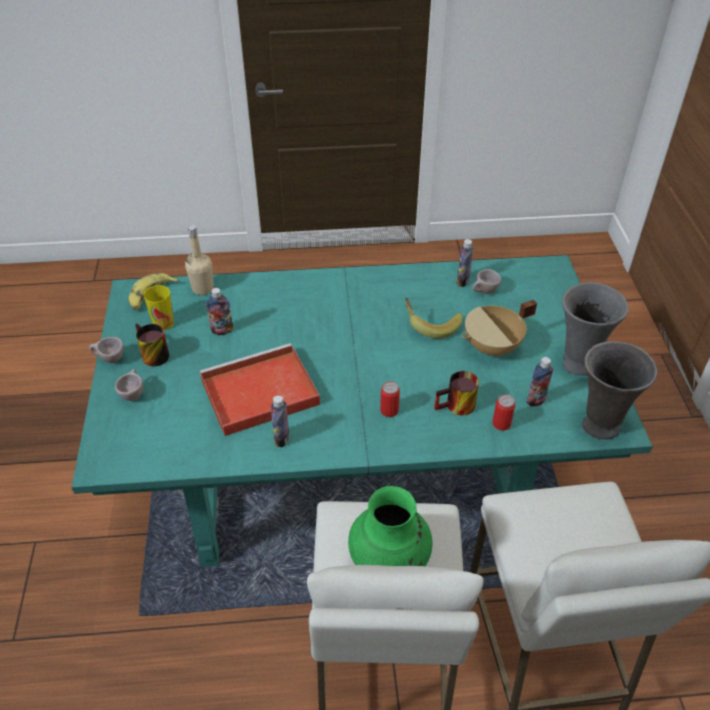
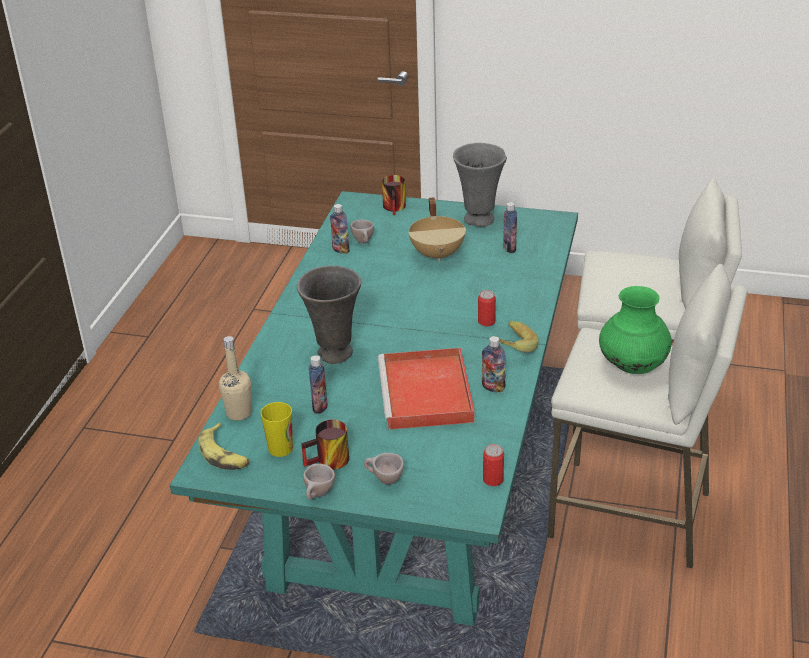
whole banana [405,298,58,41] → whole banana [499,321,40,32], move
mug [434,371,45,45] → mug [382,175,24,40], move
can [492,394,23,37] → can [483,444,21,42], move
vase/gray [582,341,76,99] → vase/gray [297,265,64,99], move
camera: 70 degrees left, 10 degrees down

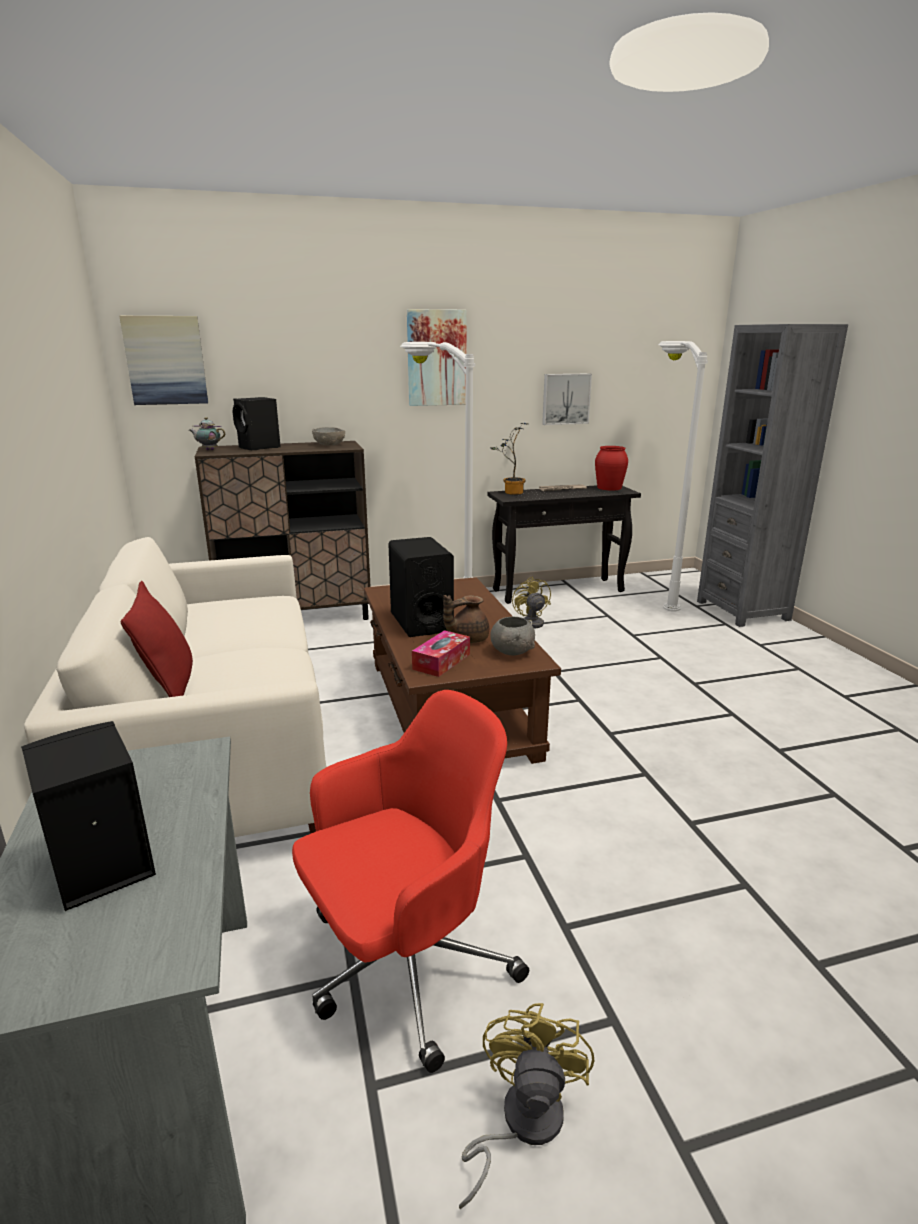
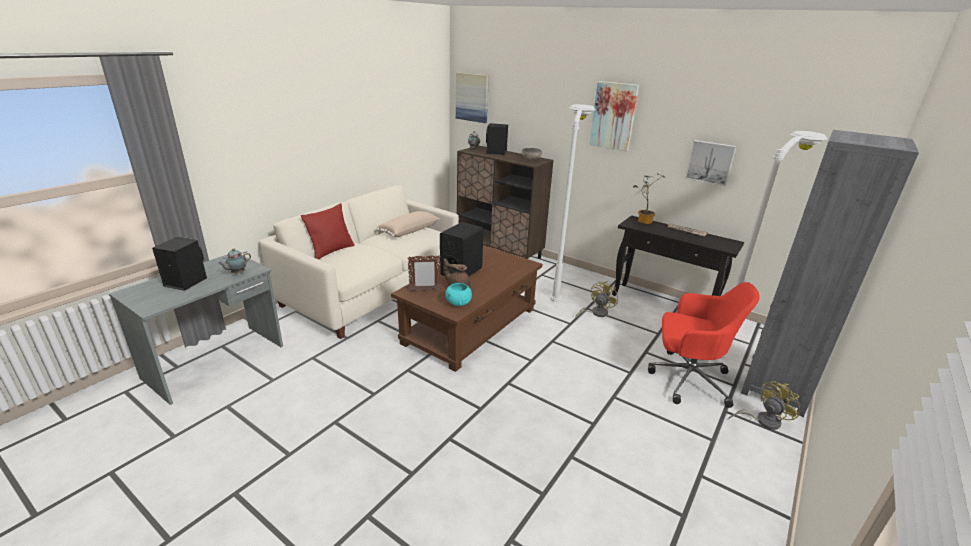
vase/reddish [595,446,33,44] → -
- → teapot [218,248,33,26]
- → throw pillow/beige-coloured [377,211,63,26]
desk chair/reddish [292,690,237,383] → desk chair/reddish [648,282,111,126], move
electric fan/yellowish [459,1003,136,207] → electric fan/yellowish [729,381,71,49], move
box of tissues [412,630,58,47] → photo frame [407,255,34,37]
deep dish/gray [490,617,45,38] → deep dish/turquoise-coloured [445,283,27,23]
camera: 50 degrees right, 5 degrees up

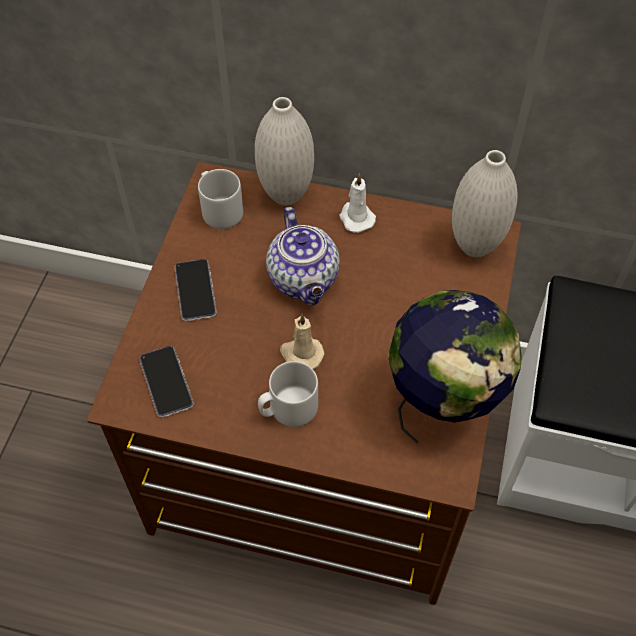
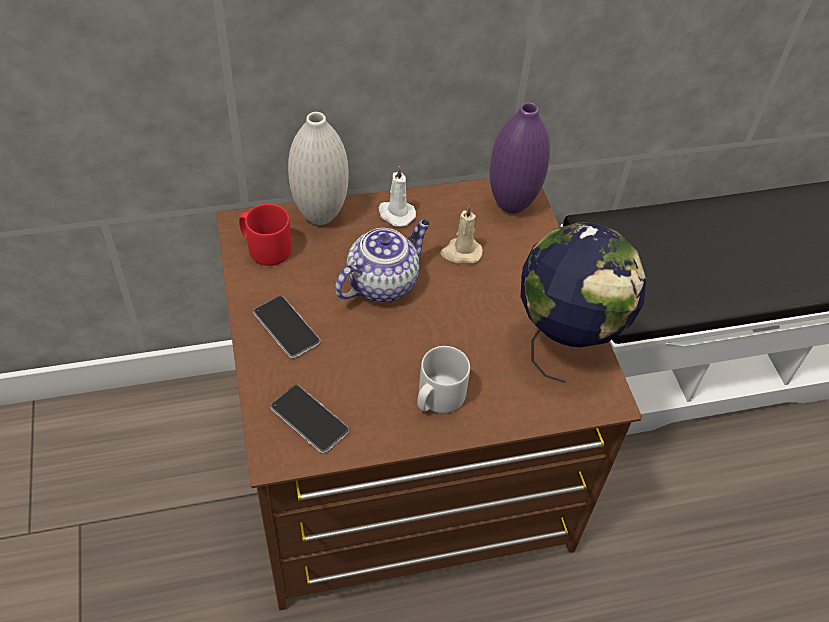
wax light/beige-coloured [280,314,45,55] → wax light/beige-coloured [440,205,43,59], move
mug/gray [198,169,45,60] → mug/reddish [239,204,53,62]
vase/white-coloured [452,150,66,107] → vase/purplish [490,102,60,112]
teapot [266,207,74,98] → teapot [335,220,95,82], 90 degrees counterclockwise
camera: 30 degrees left, 5 degrees down

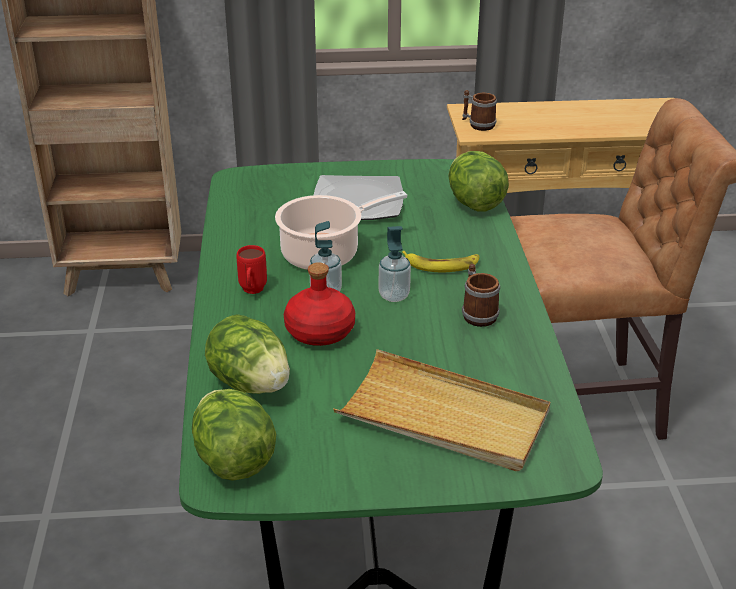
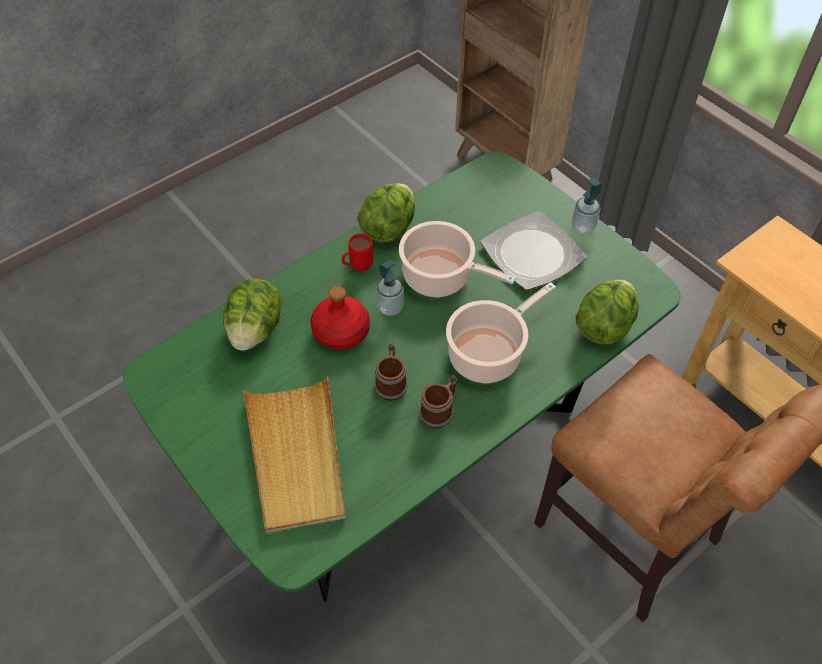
lettuce [192,389,84,92] → lettuce [357,183,58,60], move
soap dispenser [379,226,32,76] → soap dispenser [572,178,30,56], move
mug [462,90,35,41] → mug [375,344,33,57], move
whole banana [402,251,77,21] → stockpot [446,282,110,101]
camera: 55 degrees right, 20 degrees up

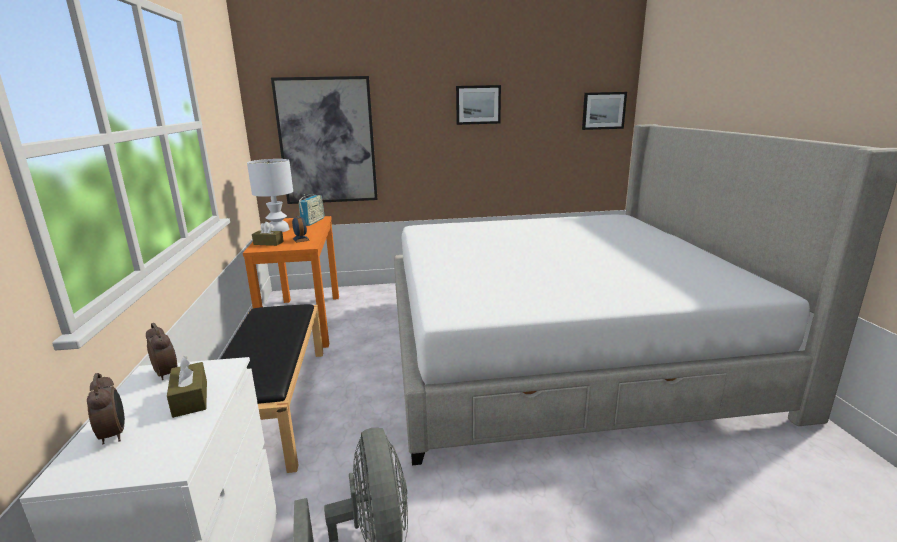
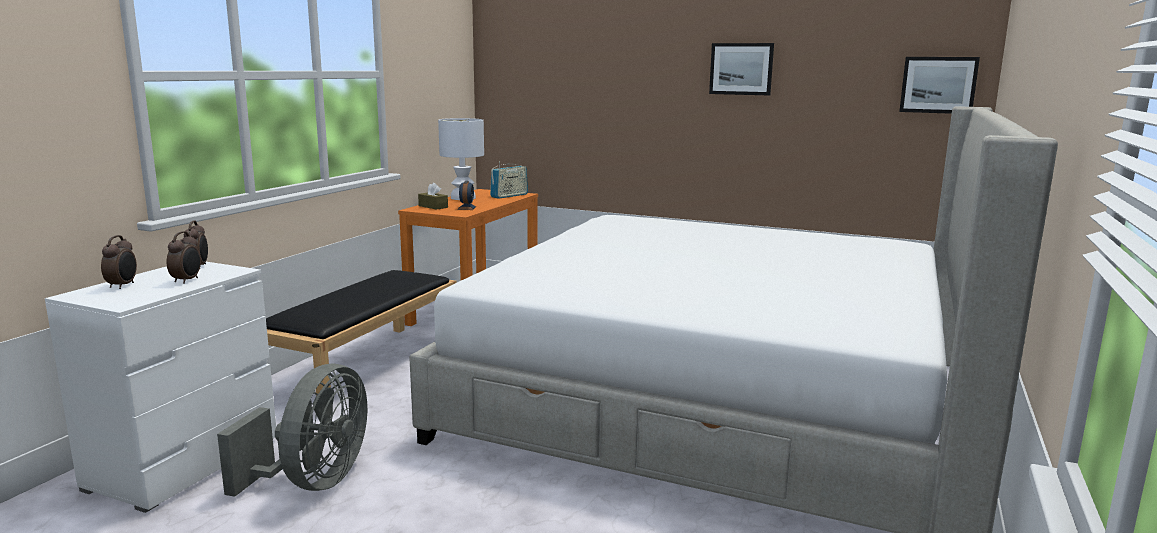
wall art [271,76,107,128] → -
box of tissues/brown [167,356,40,62] → table clock [167,231,34,53]
camera: 30 degrees right, 5 degrees down

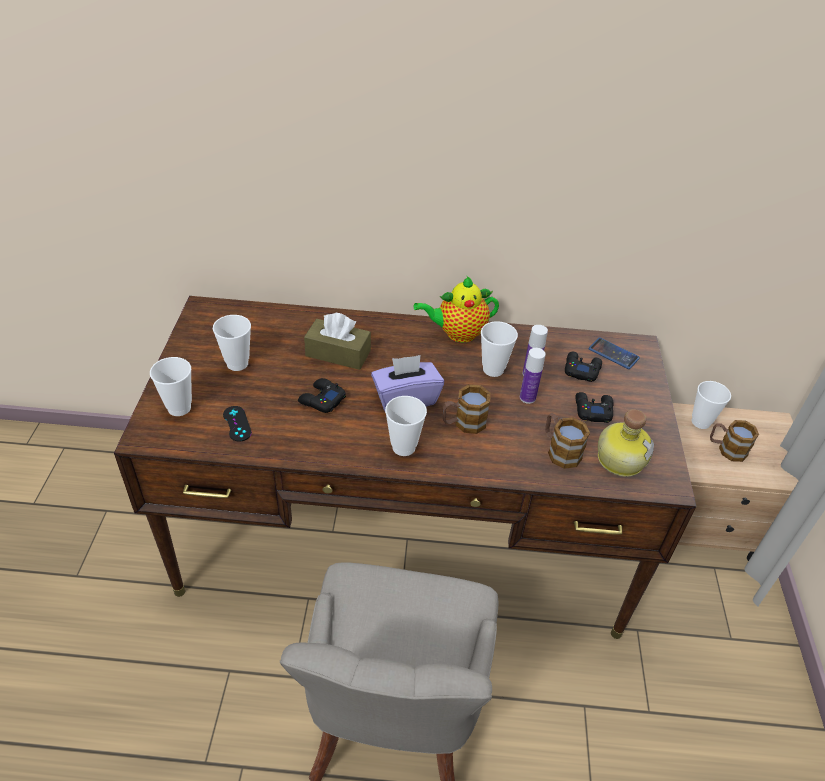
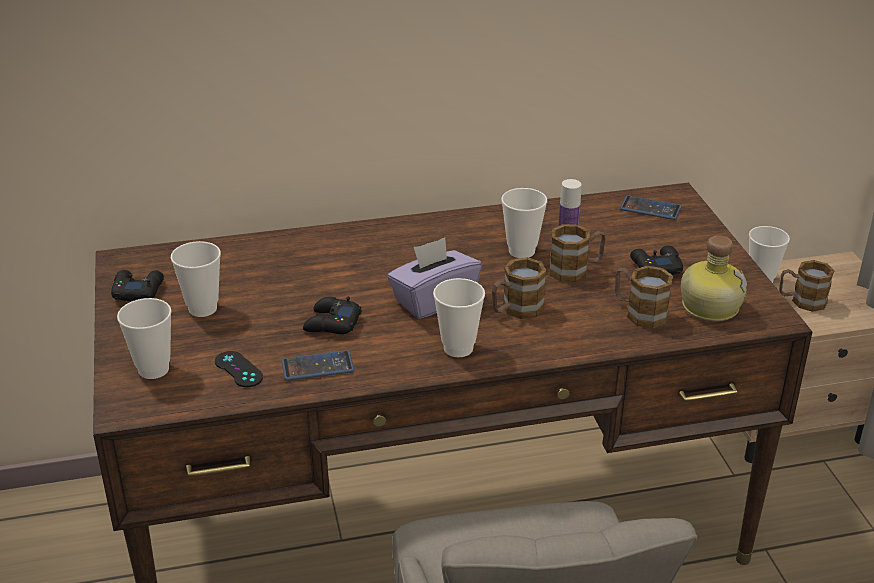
box of tissues/brown [304,313,67,57] → -
teapot [414,276,85,66] → -
- → telephone [281,350,73,31]
gamepad/black [565,352,37,30] → gamepad/black [111,270,53,31], move
beverage bottle [520,348,26,56] → mug [549,224,57,58]
camera: 15 degrees left, 10 degrees down

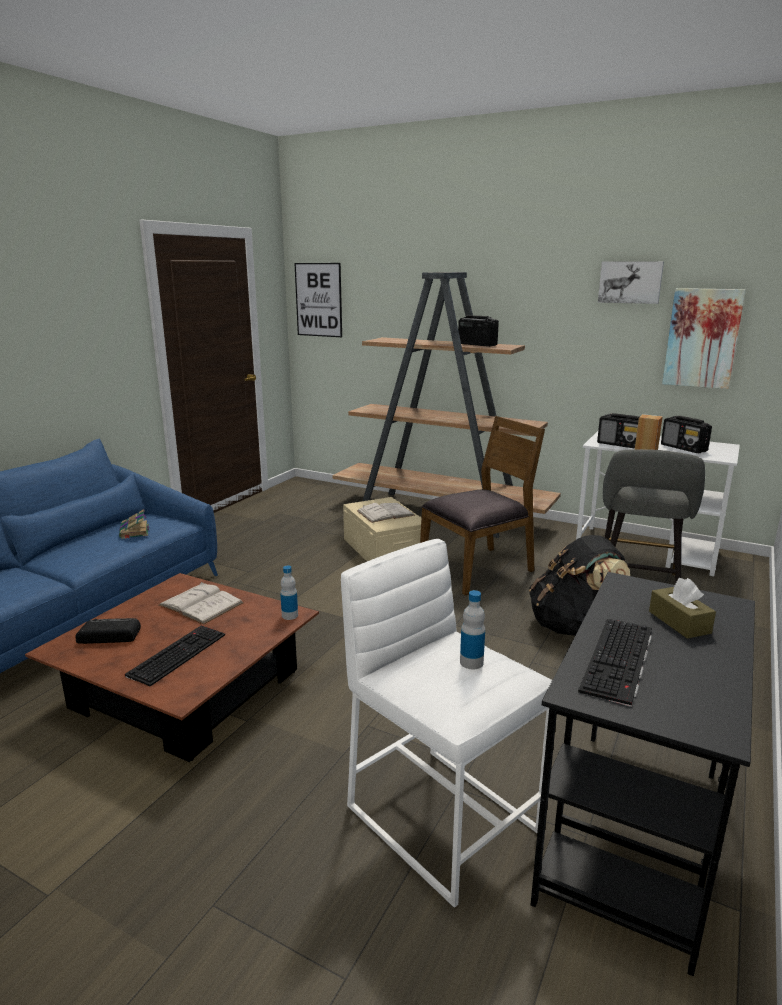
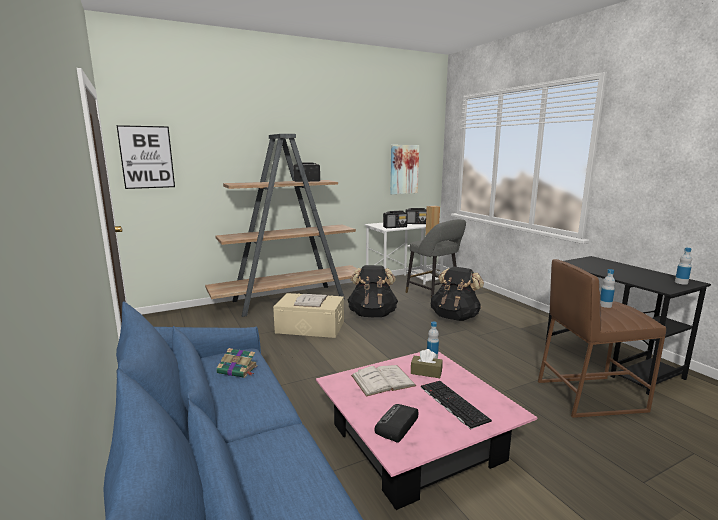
keyboard [578,619,74,88] → -
wall art [598,261,66,43] → -
- → beverage bottle [675,248,17,37]
box of tissues/brown [649,578,67,61] → box of tissues/brown [411,349,32,29], move
chair/brown [420,416,125,180] → knapsack/black [348,265,50,52]
lounge table/brown [25,573,294,189] → lounge table/pink [316,351,222,159]
stool/white-coloured [341,539,211,369] → stool/brown [538,259,128,159]
camera: 55 degrees left, 5 degrees down

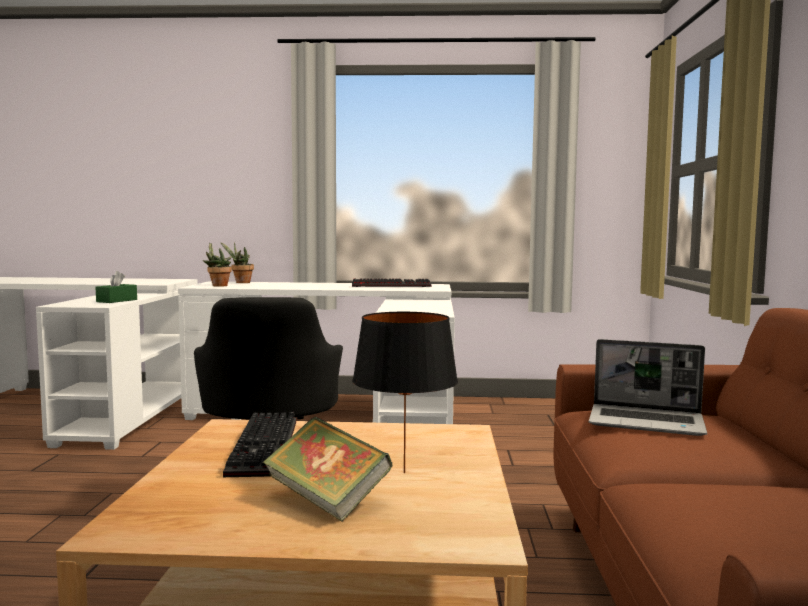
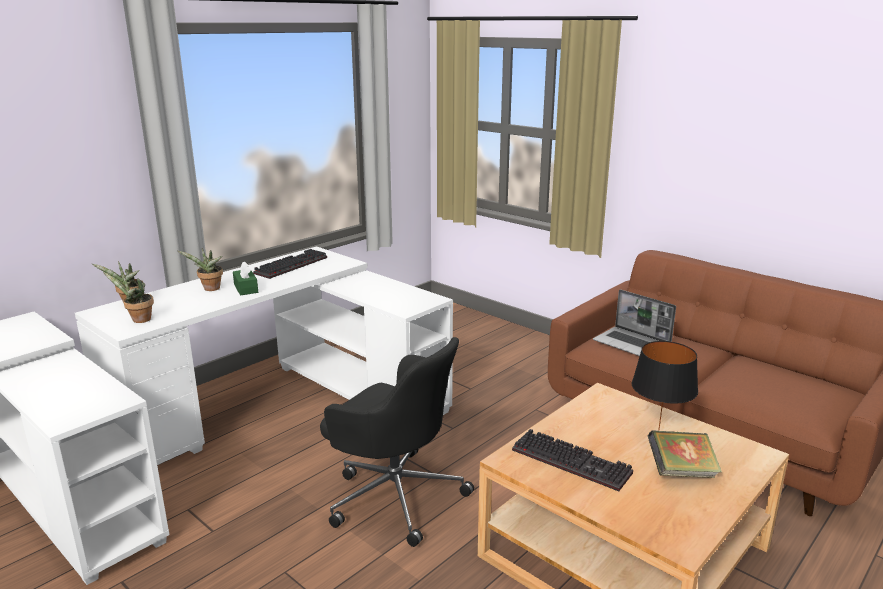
- → plant in a pot [178,248,45,43]
box of tissues/greenish [96,271,41,32] → box of tissues/greenish [233,261,25,35], move
laptop [589,339,118,97] → laptop [593,290,83,66], 75 degrees clockwise
camera: 50 degrees left, 15 degrees up

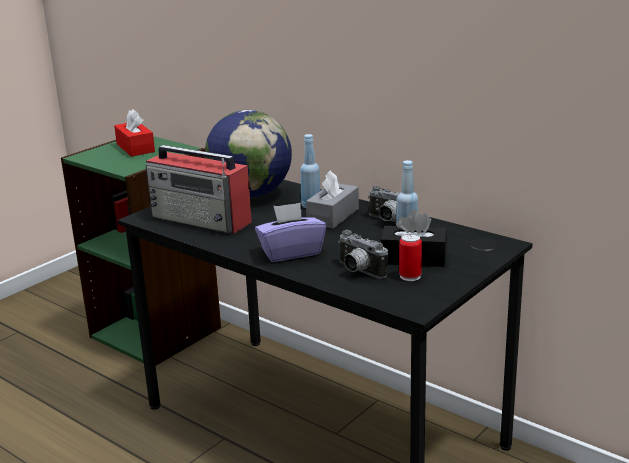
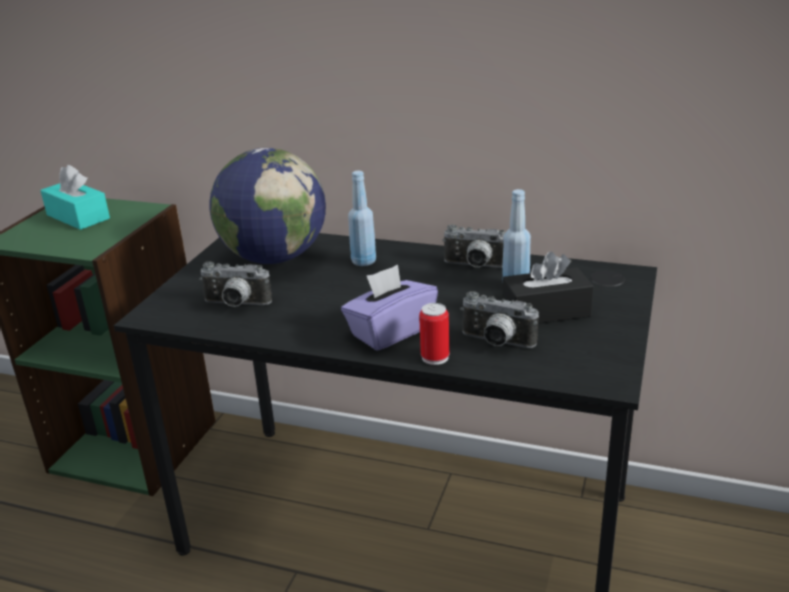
box of tissues/gray [306,170,53,59] → -
can [399,234,23,47] → can [419,303,30,62], move
radio set [146,145,106,89] → photo camera [199,262,73,45]
box of tissues/reddish [114,109,41,48] → box of tissues/turquoise-coloured [40,165,70,65]
camera: 20 degrees left, 5 degrees up

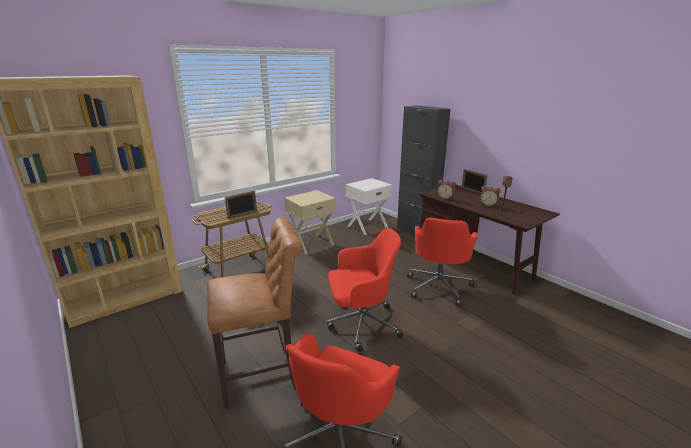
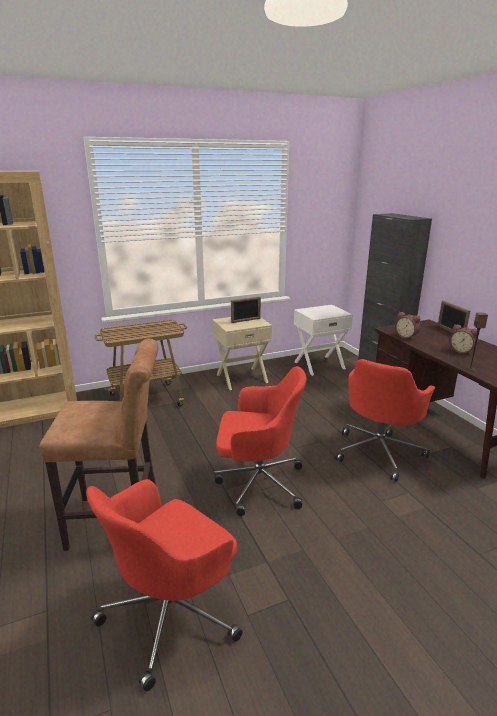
photo frame [225,190,32,29] → photo frame [231,297,30,26], move
camera: 15 degrees right, 0 degrees up

